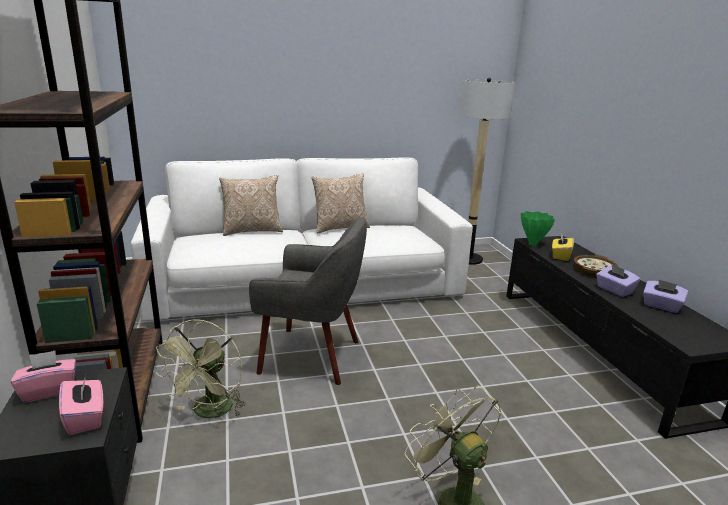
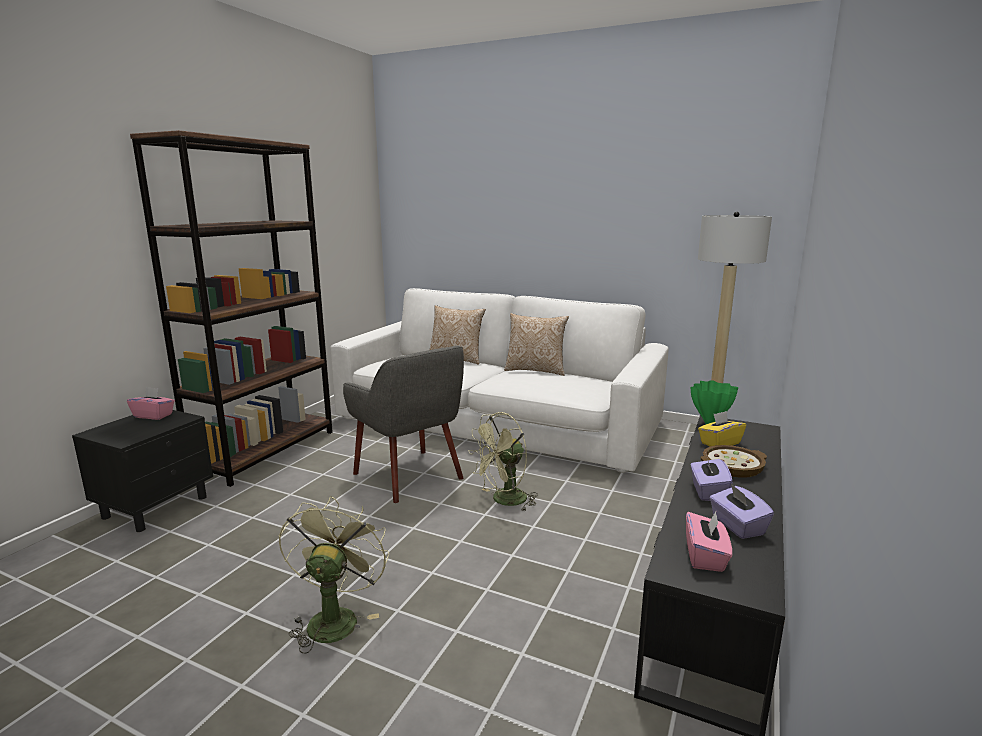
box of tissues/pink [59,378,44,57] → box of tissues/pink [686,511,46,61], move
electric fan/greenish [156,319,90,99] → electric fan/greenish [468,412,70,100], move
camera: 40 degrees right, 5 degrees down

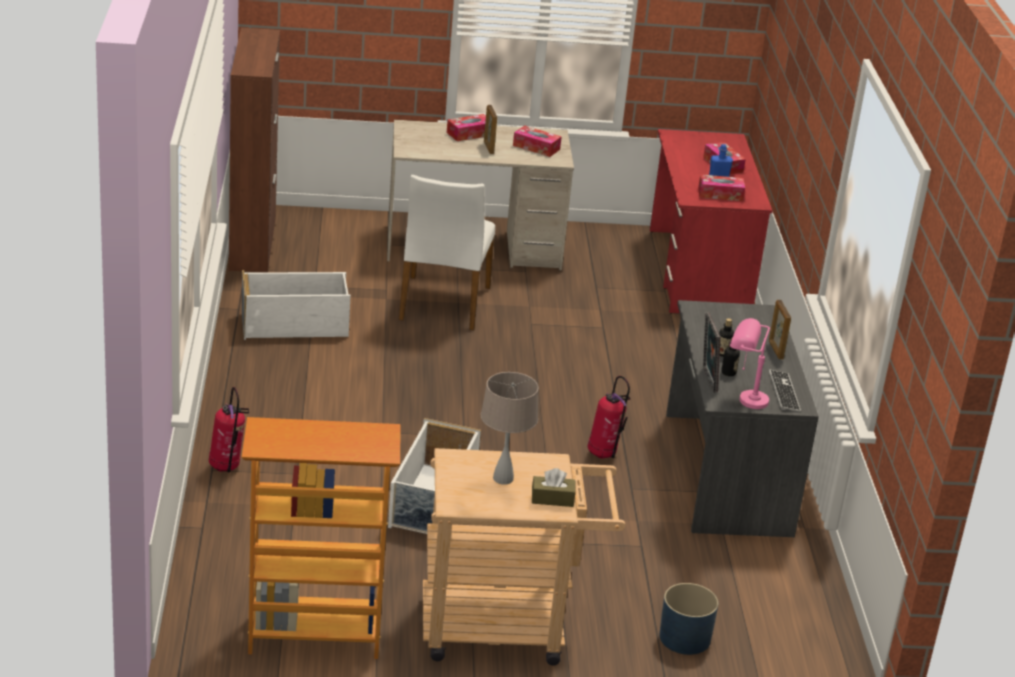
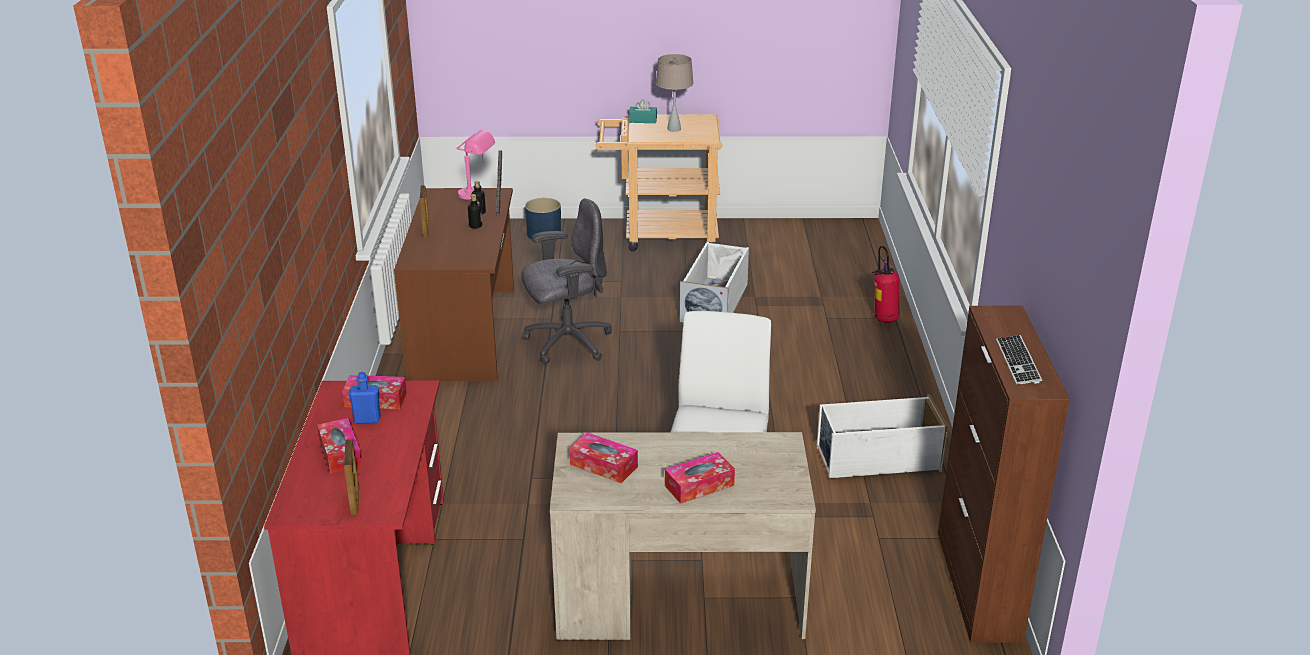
bookshelf [242,417,159,242] → -
photo frame [484,105,13,49] → photo frame [344,439,15,76], move
keyboard [769,369,32,43] → keyboard [996,335,46,50], move
fire extinguisher [588,376,42,82] → desk chair/gray [521,198,91,166]
box of tissues/brown [532,468,43,39] → box of tissues/turquoise-coloured [629,99,28,24]
desk/gray [666,300,153,237] → desk/brown [394,188,120,193]
camera: 175 degrees left, 0 degrees up

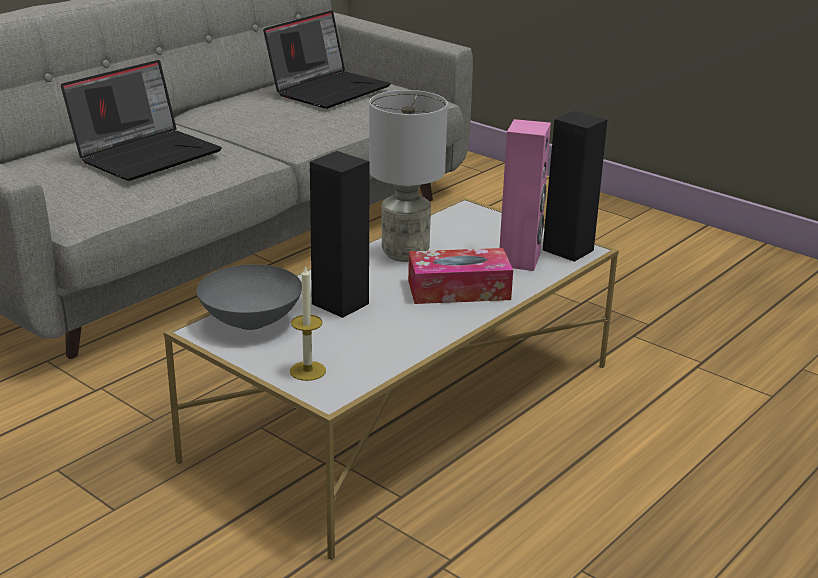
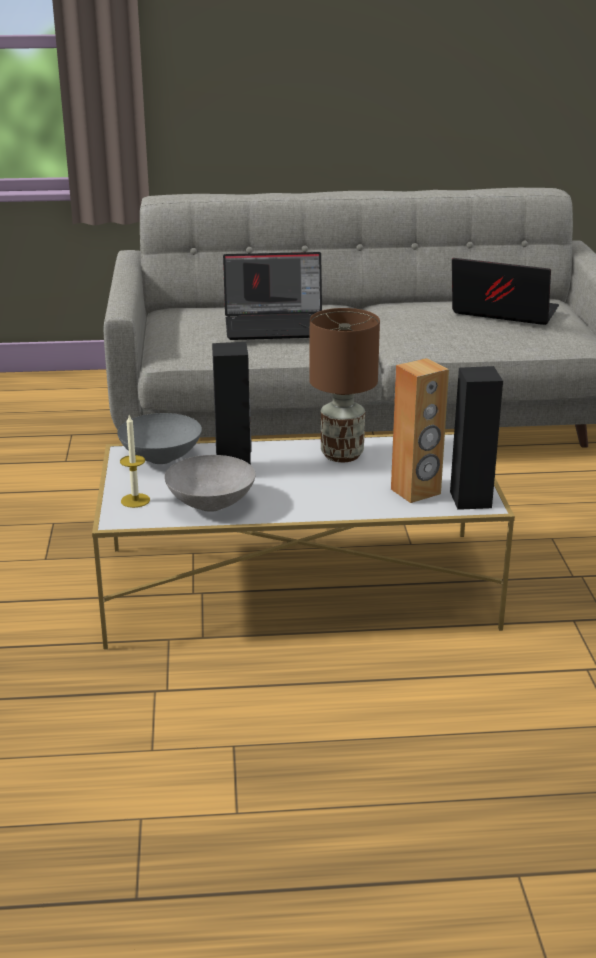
box of tissues [408,248,105,56] → -
- → deep dish/gray [164,455,92,57]
tabletop lamp/gray [369,90,79,172] → tabletop lamp/brown [309,308,71,154]
speaker/pink [500,119,51,152] → speaker/brown [391,358,58,145]
laptop [263,10,128,99] → laptop [452,258,107,67], 150 degrees counterclockwise
camera: 45 degrees right, 0 degrees up

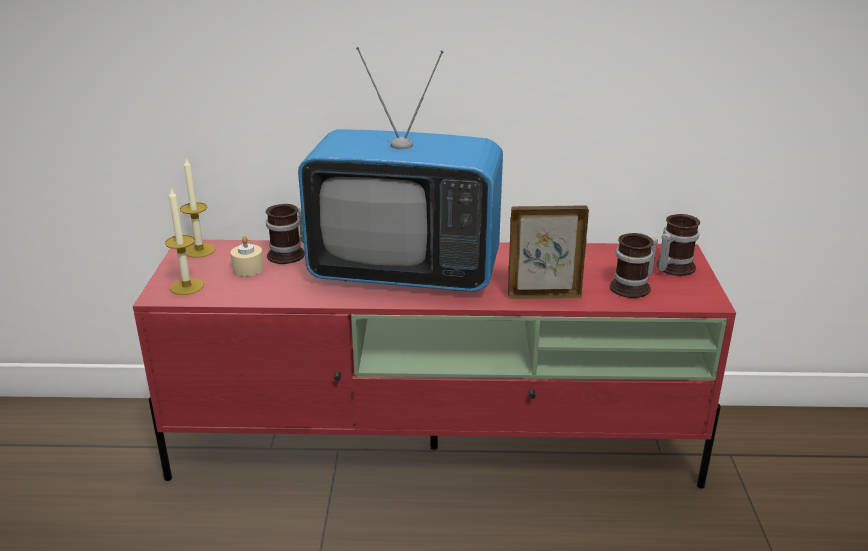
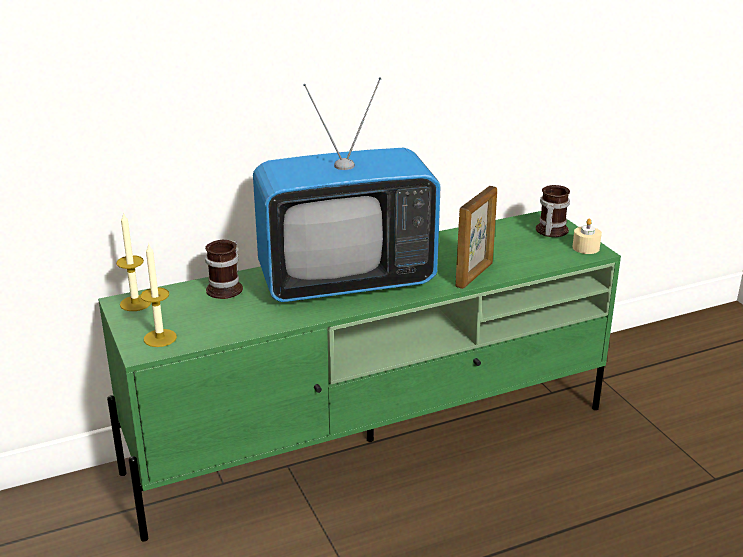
mug [610,233,48,65] → -
wax light/beige-coloured [230,236,34,41] → wax light/beige-coloured [572,219,30,35], move
tv stand/reddish [133,240,603,249] → tv stand/greenish [98,211,523,331]
photo frame [508,205,81,94] → photo frame [455,186,42,103], 150 degrees clockwise
camera: 25 degrees left, 0 degrees up

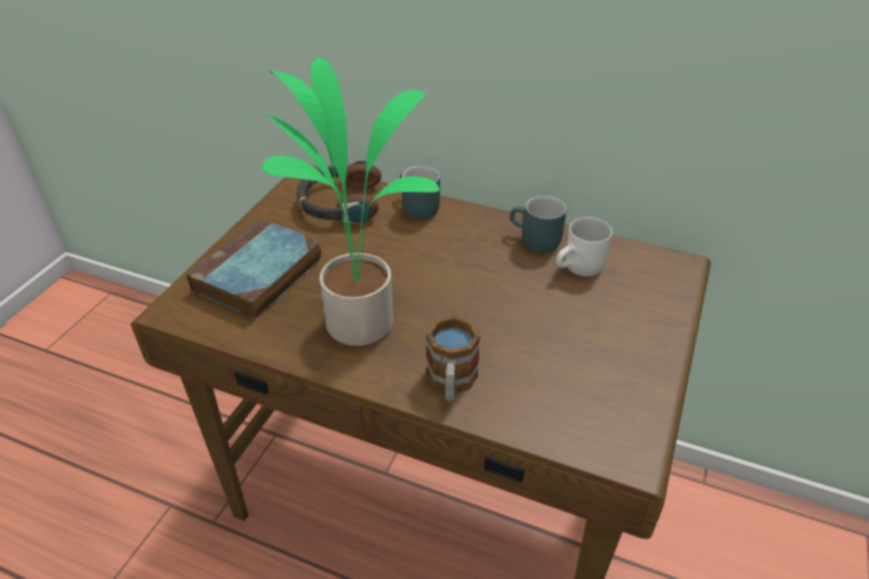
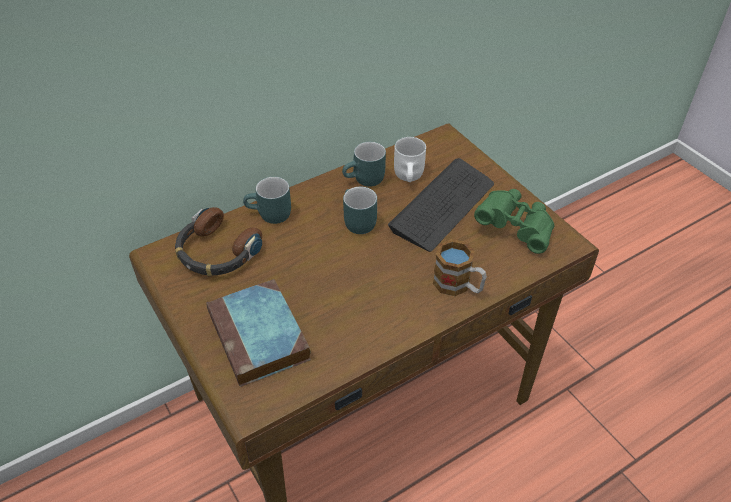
plant in a pot [262,57,178,289] → -
- → mug/turquoise-coloured [343,187,34,47]
- → keyboard [388,158,106,94]
- → pair of binoculars/greenish [474,189,81,65]
camera: 55 degrees left, 5 degrees up

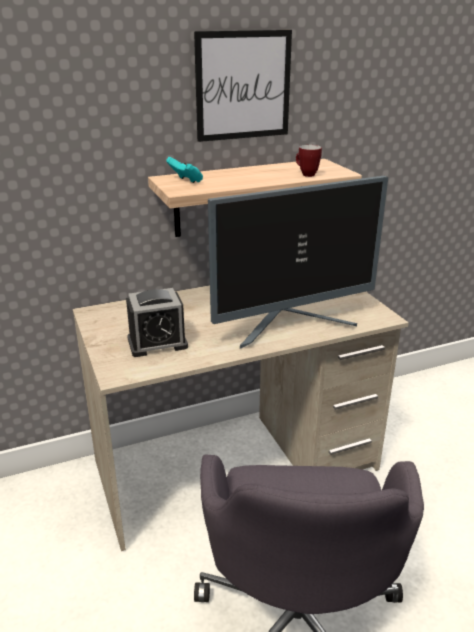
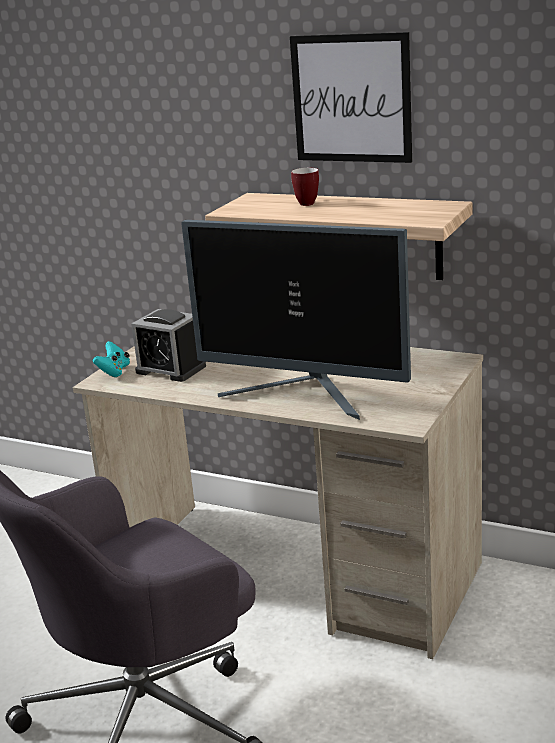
gamepad/turquoise-coloured [166,157,37,26] → gamepad/turquoise-coloured [93,341,37,36], move
mug [296,145,26,32] → mug [291,168,28,38], move
camera: 50 degrees right, 5 degrees down

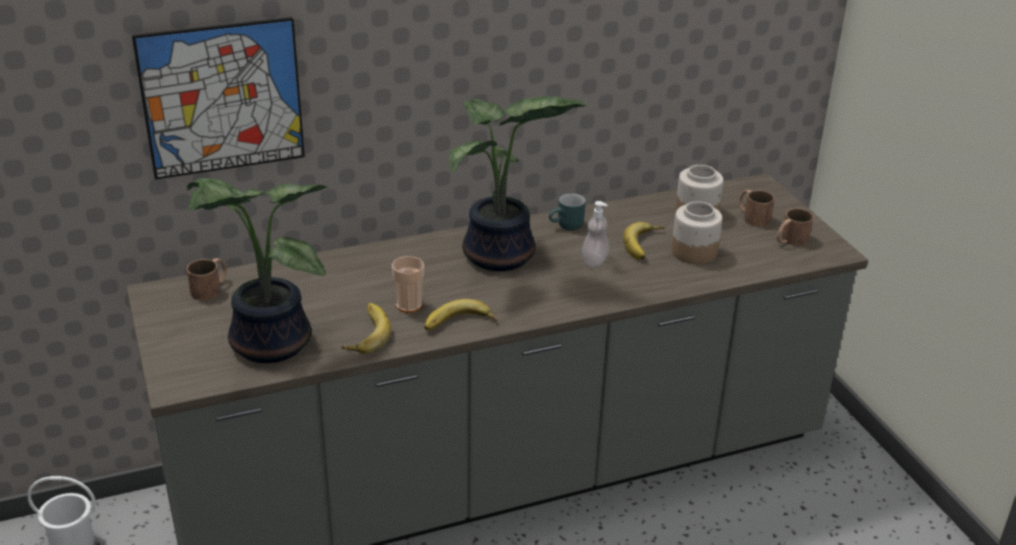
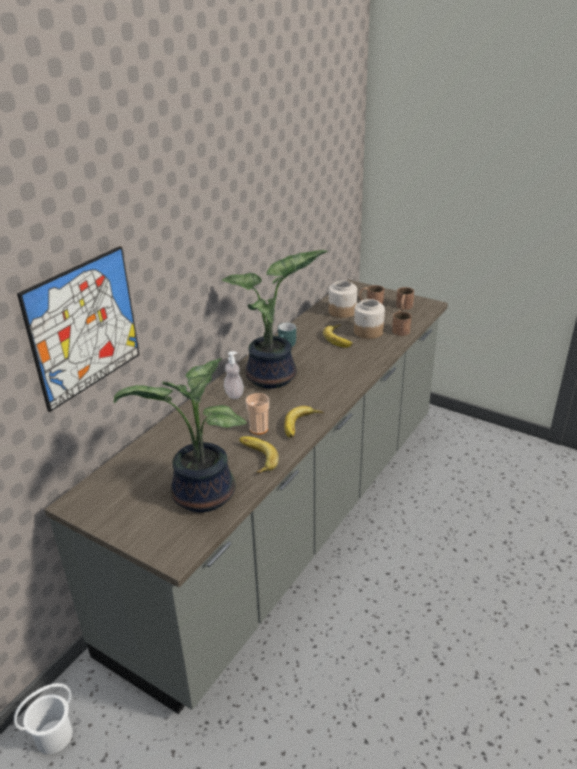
mug/brown [186,258,41,42] → mug/brown [392,310,19,26], move
soap dispenser [582,201,27,66] → soap dispenser [224,351,20,48], move
camera: 35 degrees left, 0 degrees up

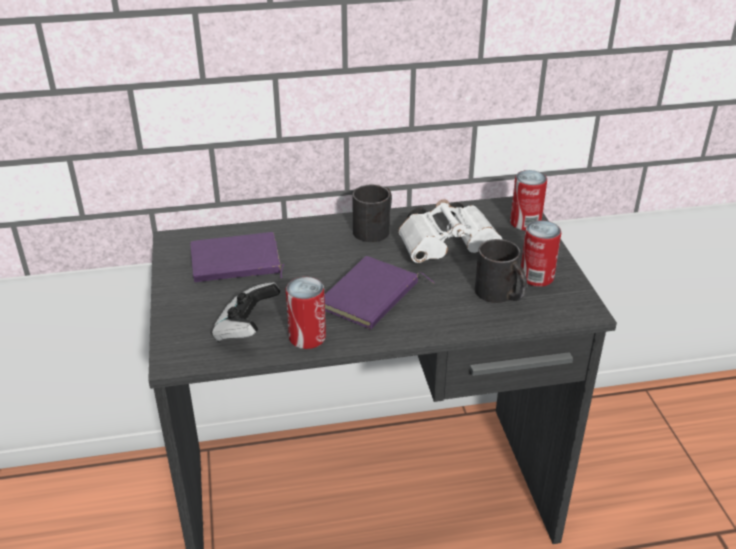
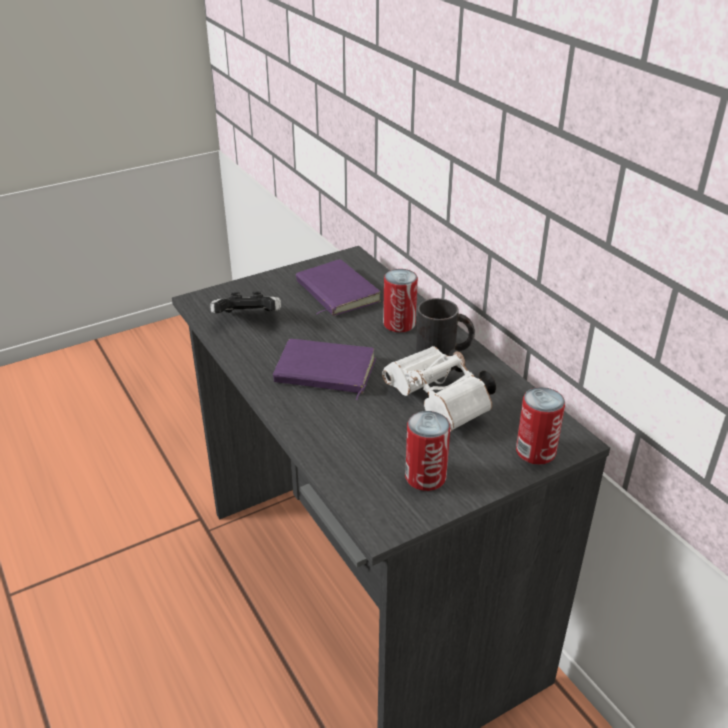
mug/black [475,239,52,64] → -
can [286,277,40,72] → can [383,269,35,63], move
camera: 70 degrees right, 0 degrees up

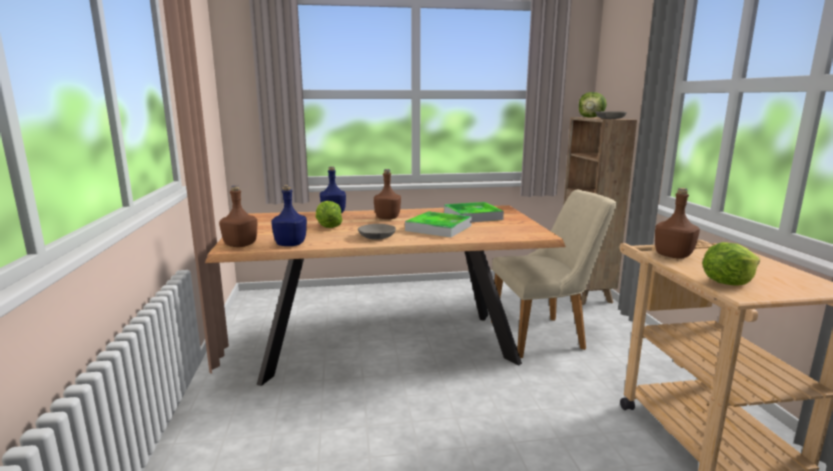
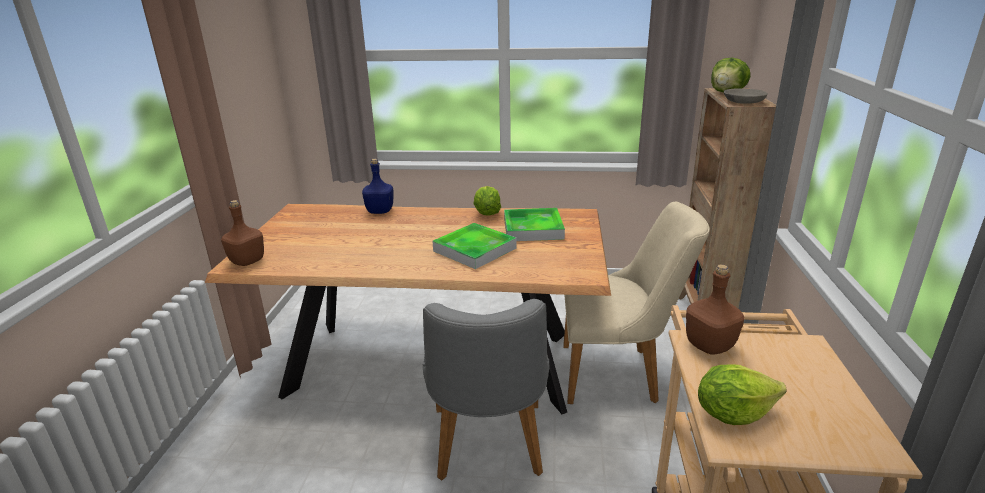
beverage bottle/blue [271,185,36,61] → -
deep dish/gray [358,224,38,15] → -
beverage bottle/brown [374,169,27,50] → -
- → chair/gray [423,299,127,182]
lettuce [316,201,27,27] → lettuce [473,186,28,30], move
camera: 15 degrees right, 10 degrees up

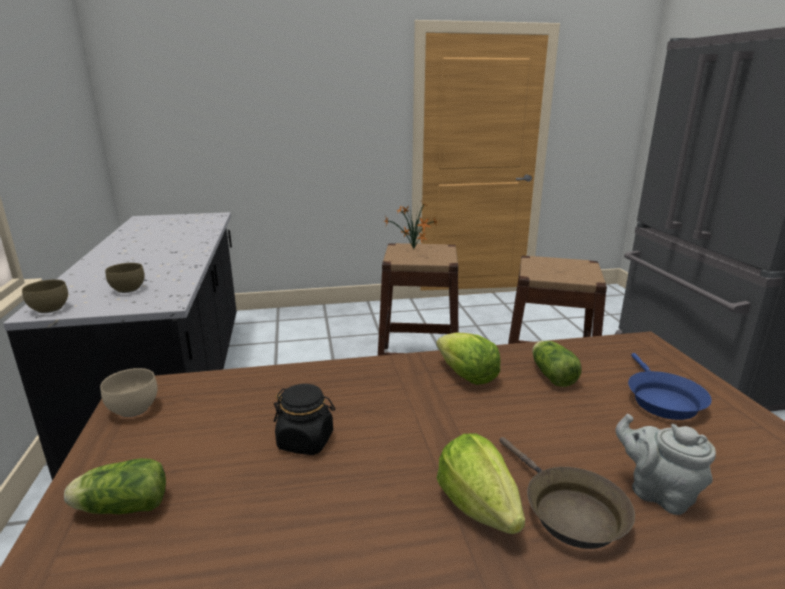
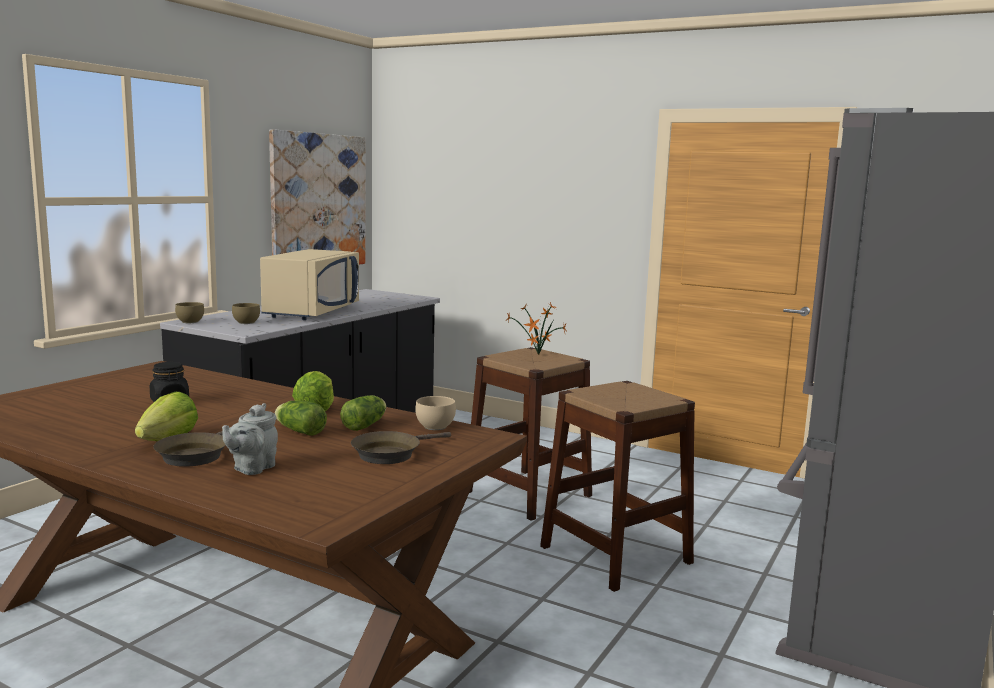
- → kitchen microwave/beige-coloured [260,249,99,71]
- → wall art [269,130,97,134]
lettuce [64,458,102,56] → lettuce [275,401,52,35], move
deep dish/beige-coloured [100,368,57,49] → deep dish/beige-coloured [415,396,41,34], move
frying pan/blue [628,353,84,67] → frying pan/brown [351,431,100,33]
teapot/gray [616,414,100,101] → teapot/gray [222,403,56,72], 150 degrees counterclockwise
camera: 40 degrees right, 10 degrees down

